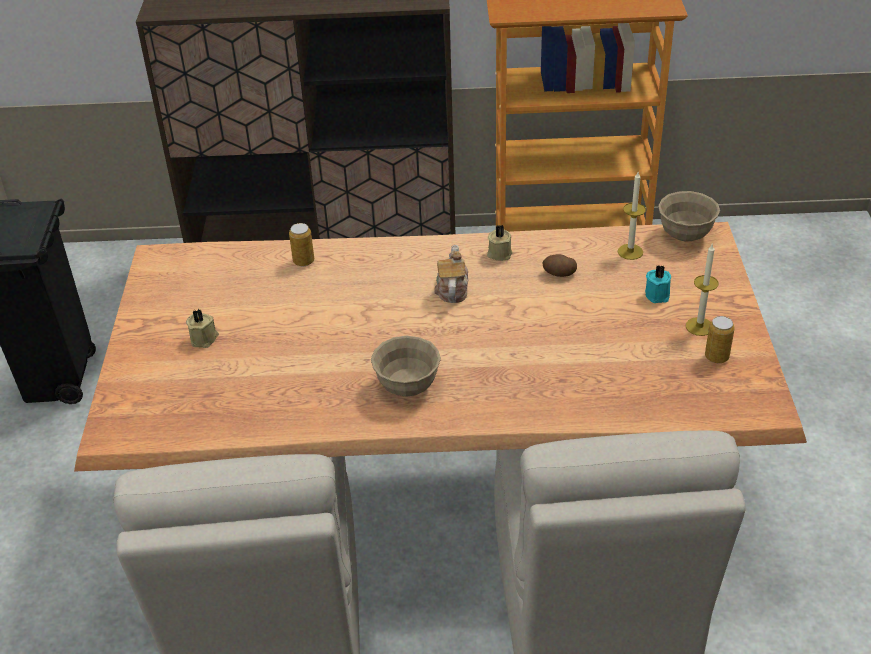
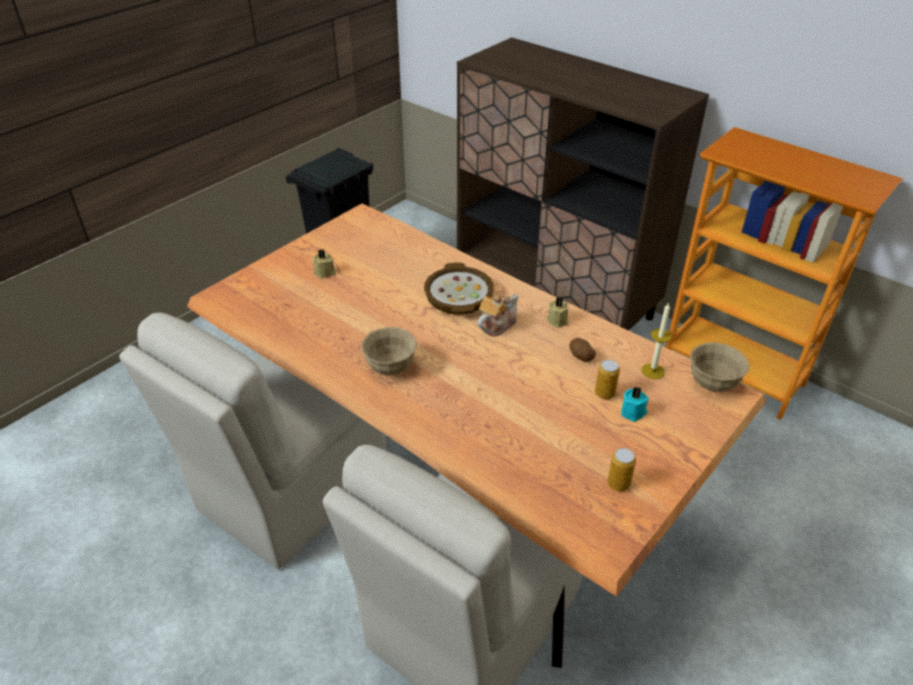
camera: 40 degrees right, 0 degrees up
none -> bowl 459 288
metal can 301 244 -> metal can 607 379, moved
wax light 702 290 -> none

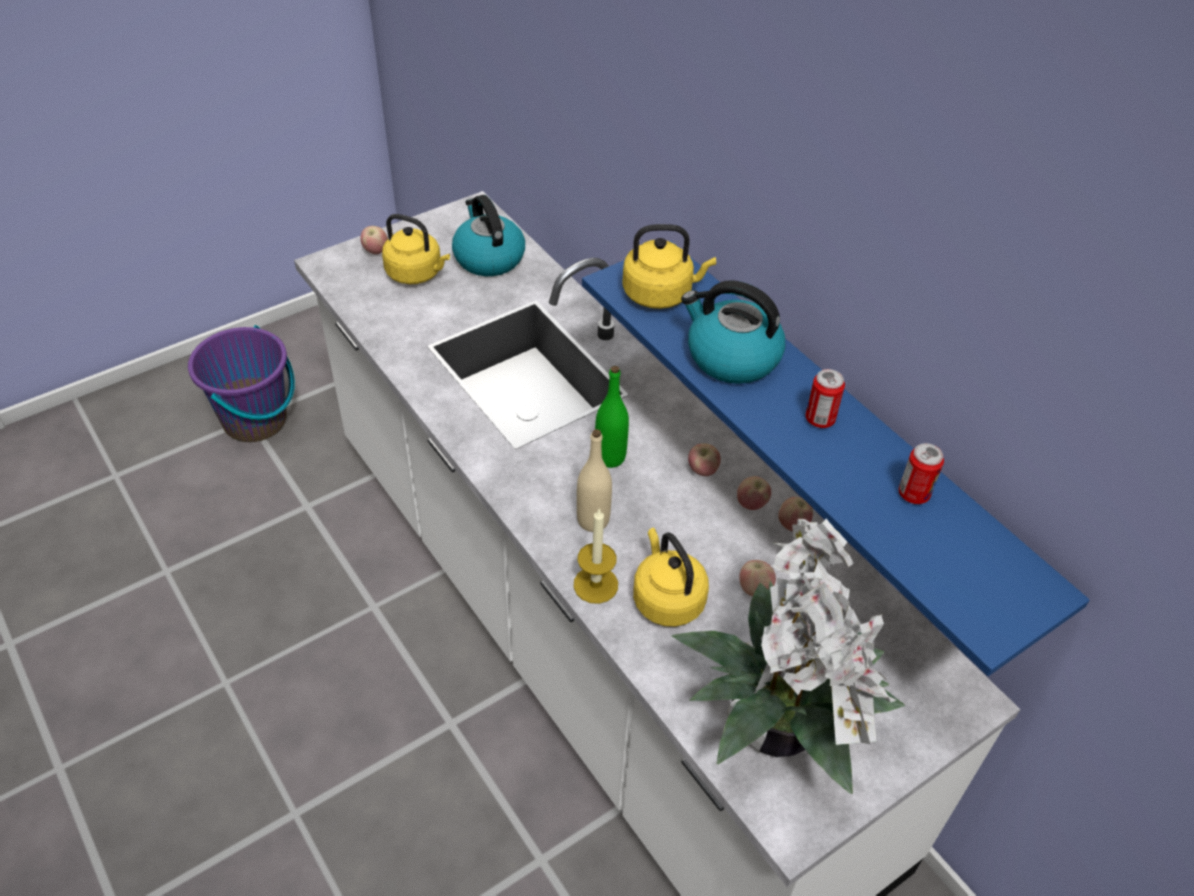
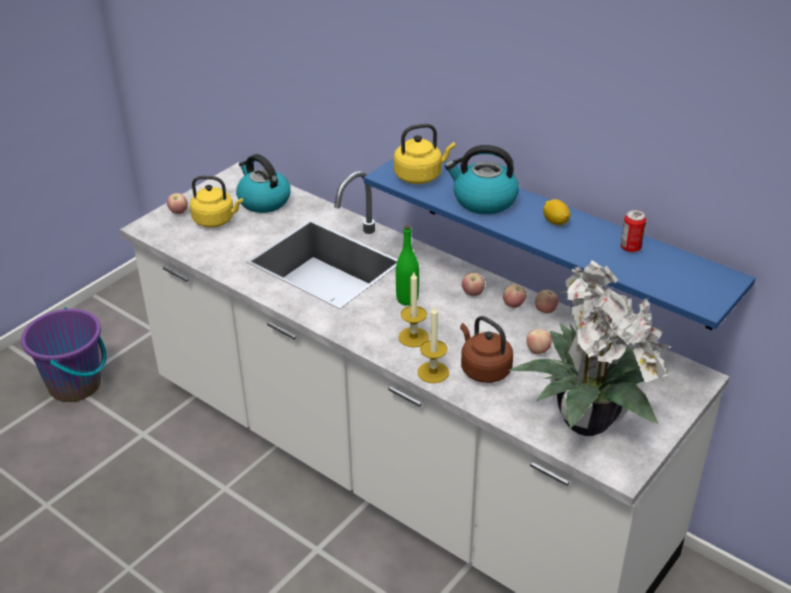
camera: 15 degrees left, 10 degrees down
beige bottle 594 480 -> wax light 413 309
yellowish kettle 671 577 -> brownish kettle 486 349
metal can 825 398 -> lemon 556 212

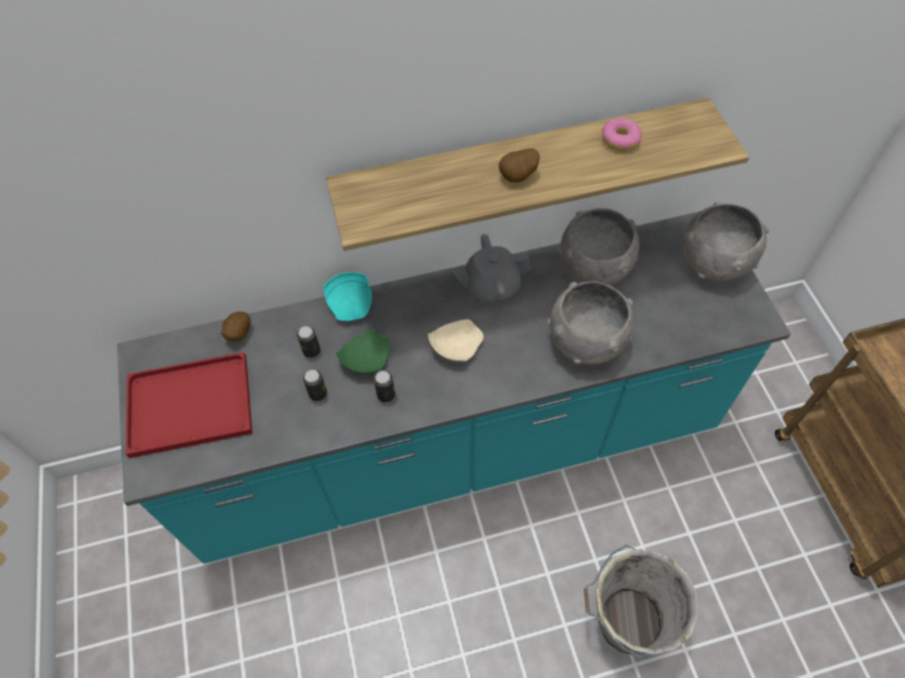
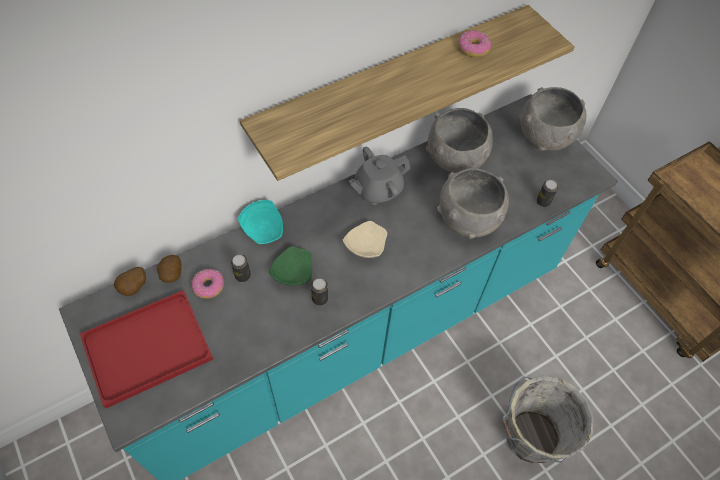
camera: 20 degrees left, 0 degrees up
potato 519 165 -> potato 130 281, moved
none -> donut 208 284
metal can 315 385 -> metal can 547 193, moved

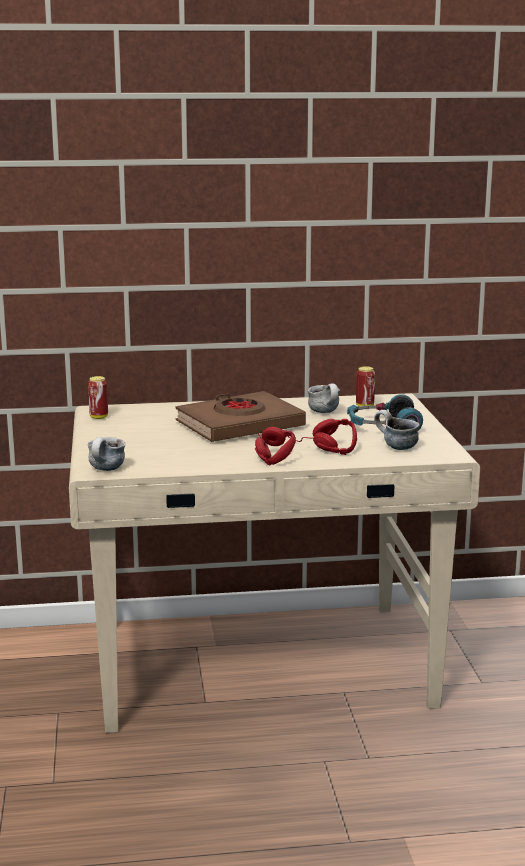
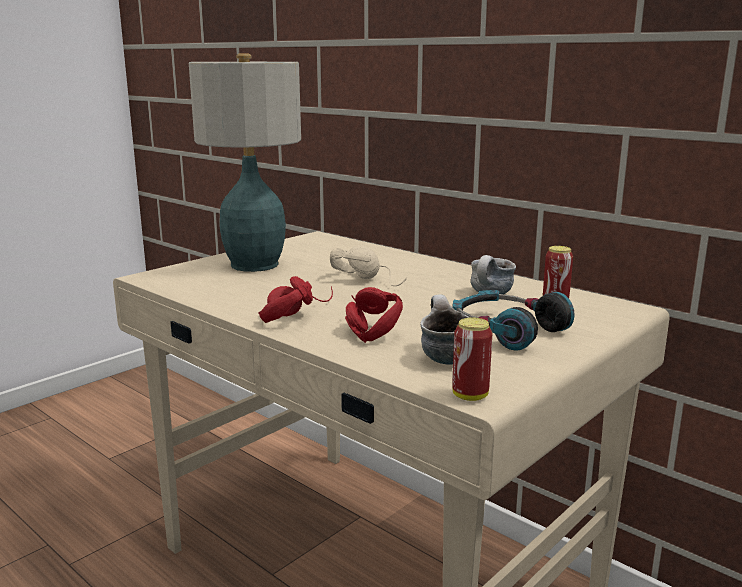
camera: 50 degrees right, 0 degrees up
none -> table lamp 245 163
brownish volume 240 416 -> beige pair of headphones 368 265
metal can 98 397 -> metal can 472 359, moved
mug 106 454 -> none

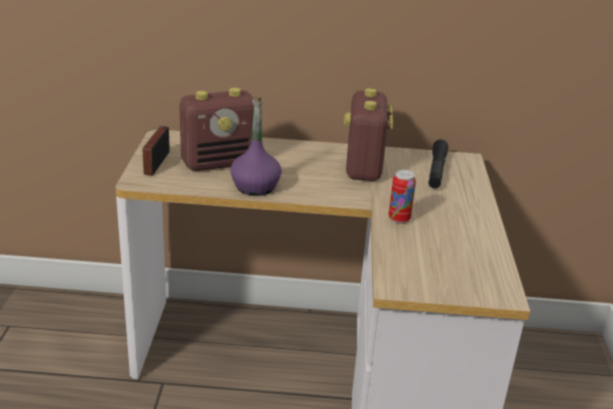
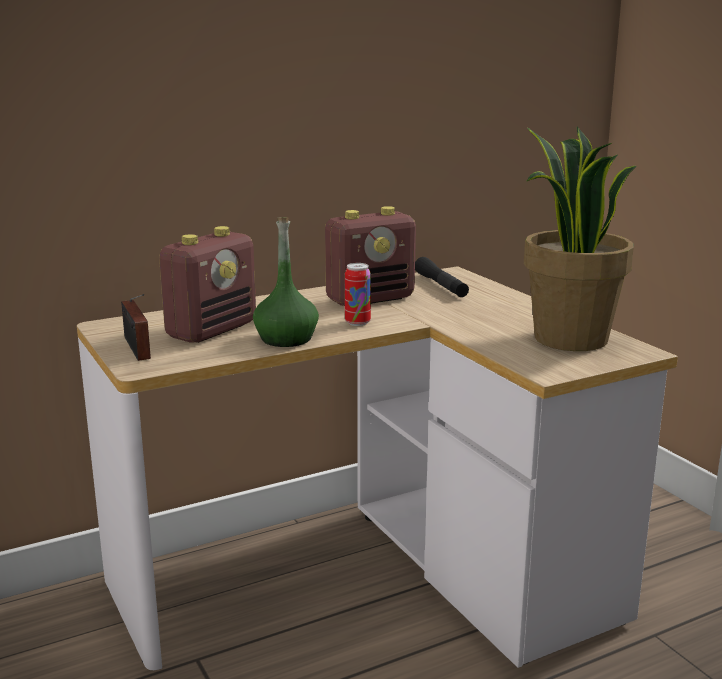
camera: 30 degrees left, 10 degrees down
purple-coloured bottle 256 146 -> green-coloured bottle 286 282
radio set 368 134 -> radio set 370 256, 90 degrees counterclockwise
metal can 402 197 -> metal can 358 294, moved
none -> potted plant 580 239

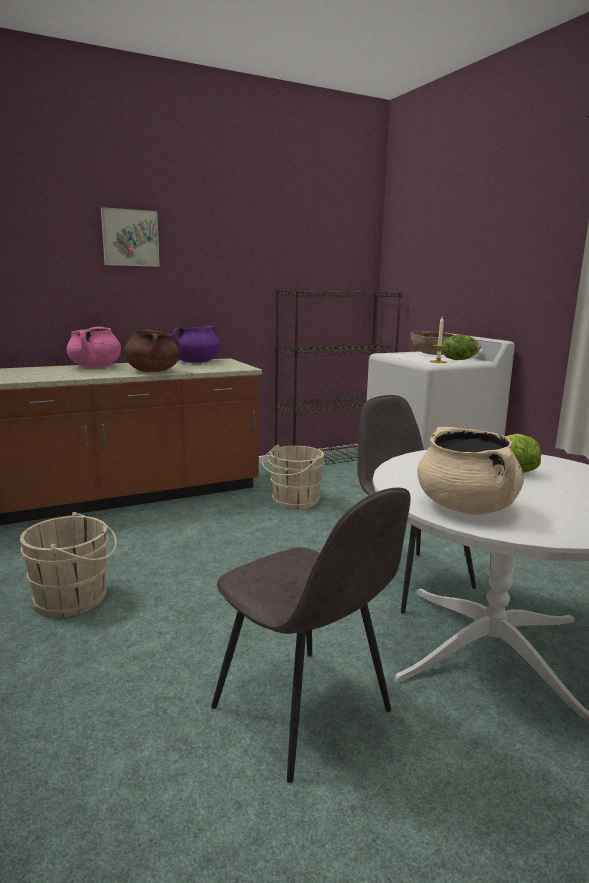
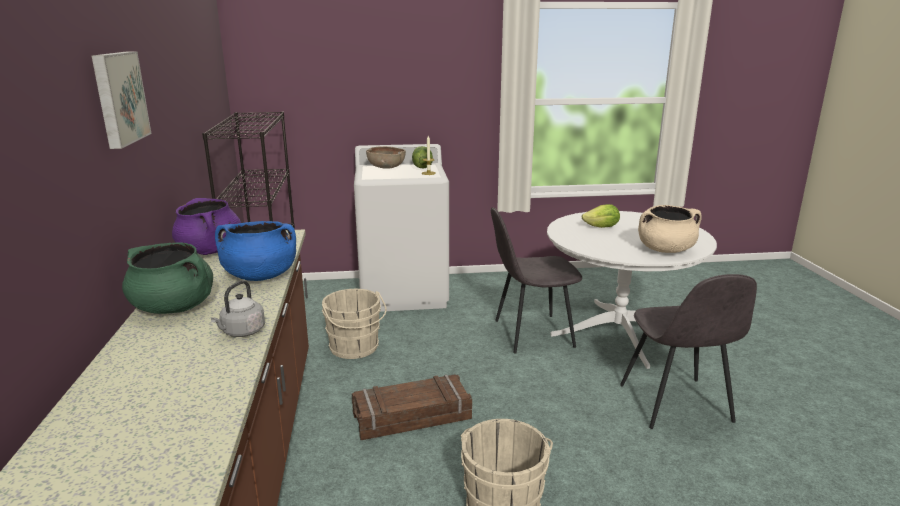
camera: 70 degrees left, 5 degrees up
pinkish stockpot 94 347 -> green-coloured stockpot 167 278
none -> gray kettle 238 308
brownish stockpot 152 350 -> blue stockpot 255 251
none -> crate 412 407
gray plain chair 311 635 -> gray plain chair 688 351, 105 degrees clockwise

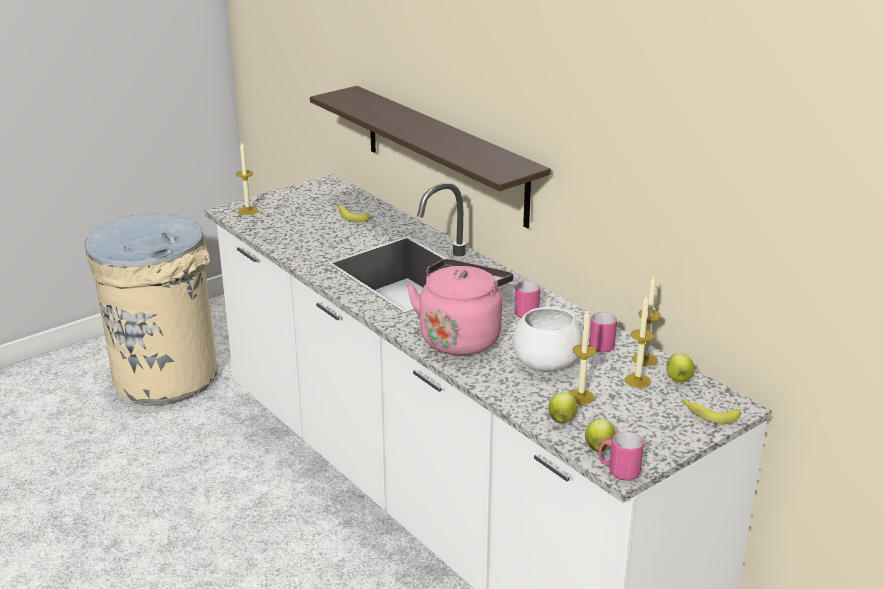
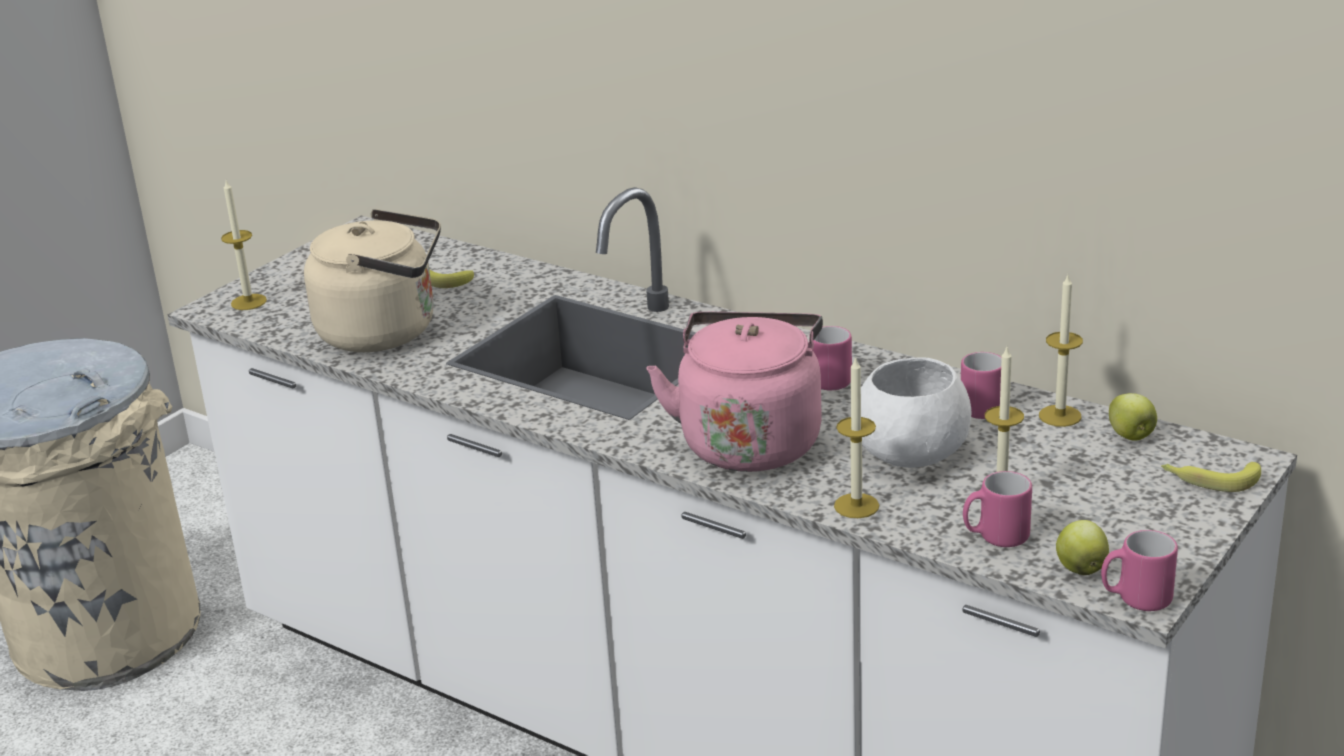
camera: 15 degrees left, 0 degrees up
none -> beige kettle 372 280
wax light 639 341 -> wax light 856 437, moved
apple 563 407 -> pinkish mug 997 509
wall shelf 430 157 -> none

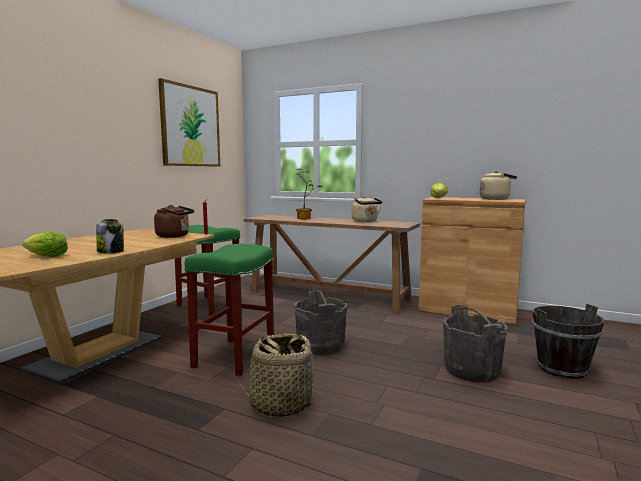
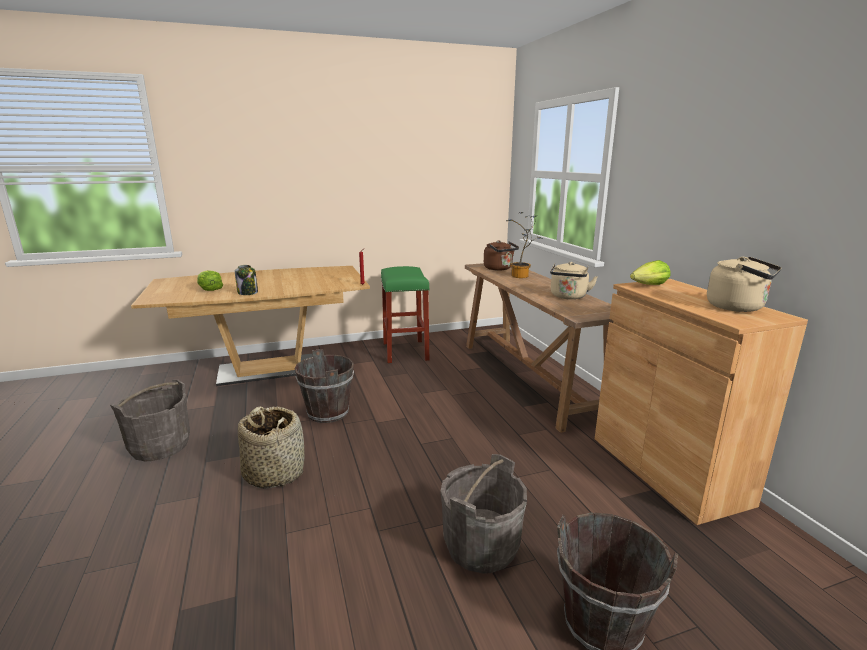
camera: 45 degrees right, 10 degrees up
gray pail 320 322 -> gray pail 150 420, moved
green-coloured sitting stool 229 310 -> brownish pail 324 386
brownish kettle 174 221 -> brownish kettle 501 255, moved
picture 189 122 -> none

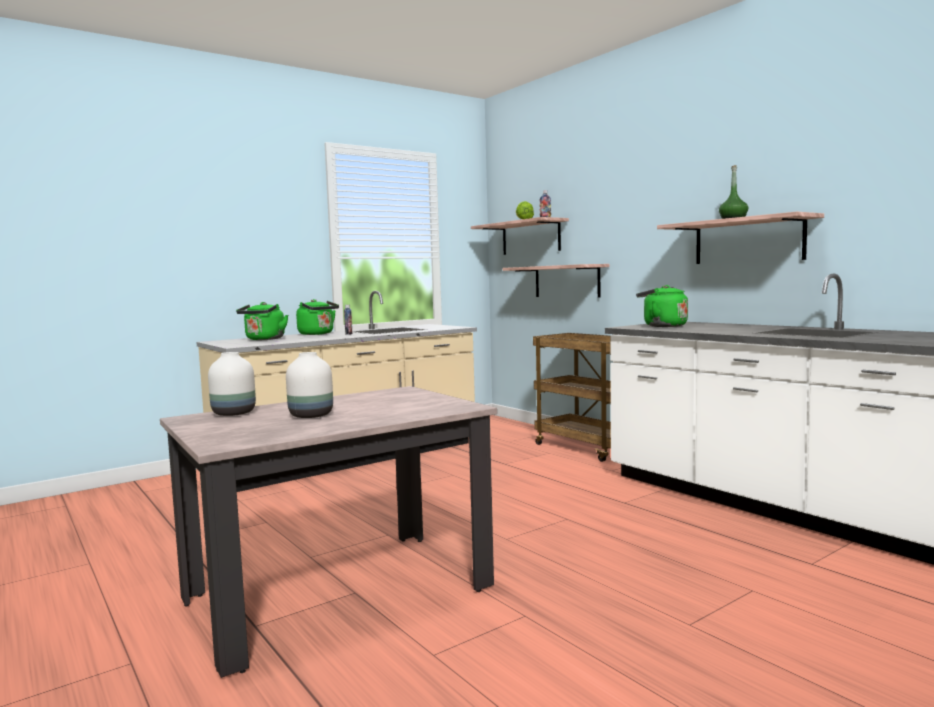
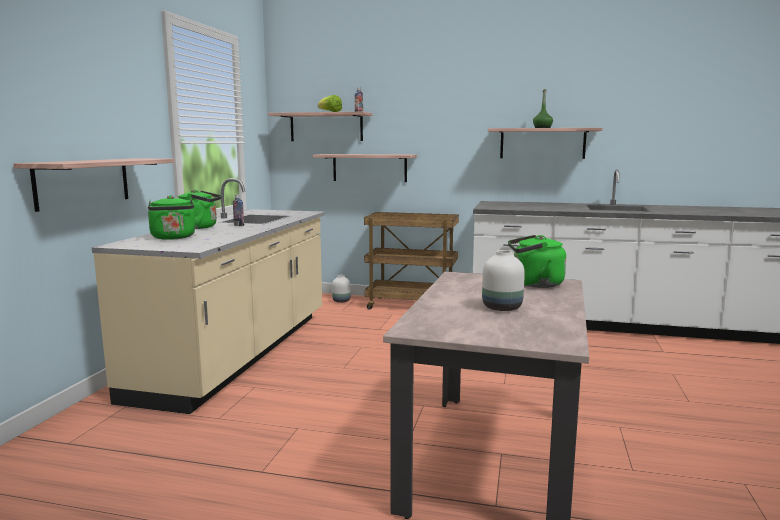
camera: 40 degrees left, 5 degrees up
none -> wall shelf 93 185
whitish decorative vase 232 384 -> whitish decorative vase 341 289, moved
green-coloured kettle 662 306 -> green-coloured kettle 537 261, moved

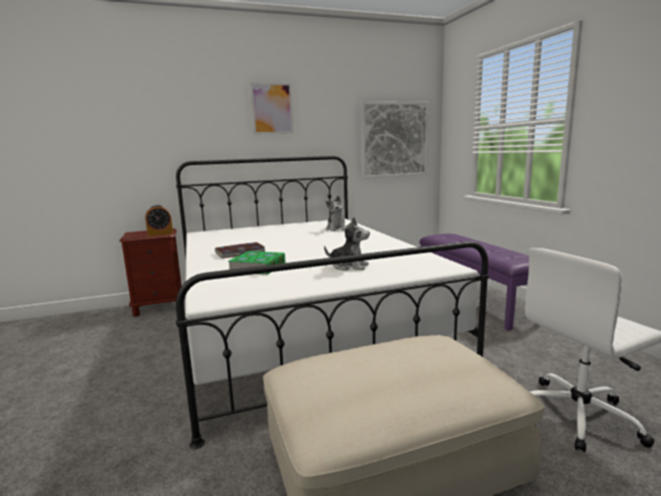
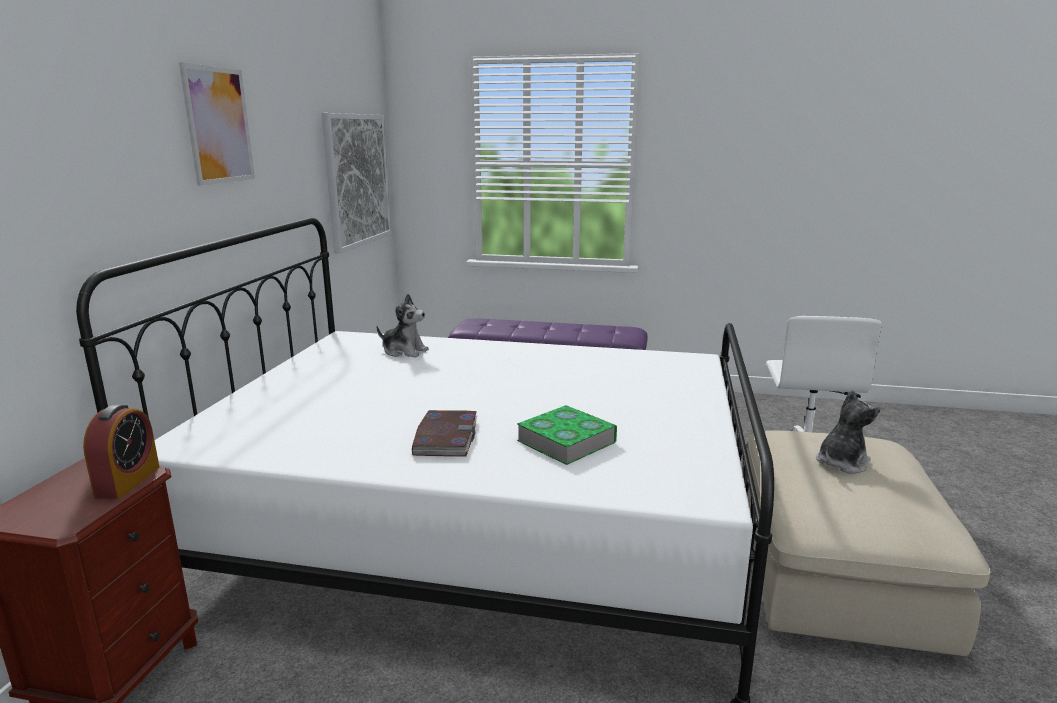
camera: 60 degrees left, 5 degrees up
cuddly toy 347 244 -> cuddly toy 848 432, moved

